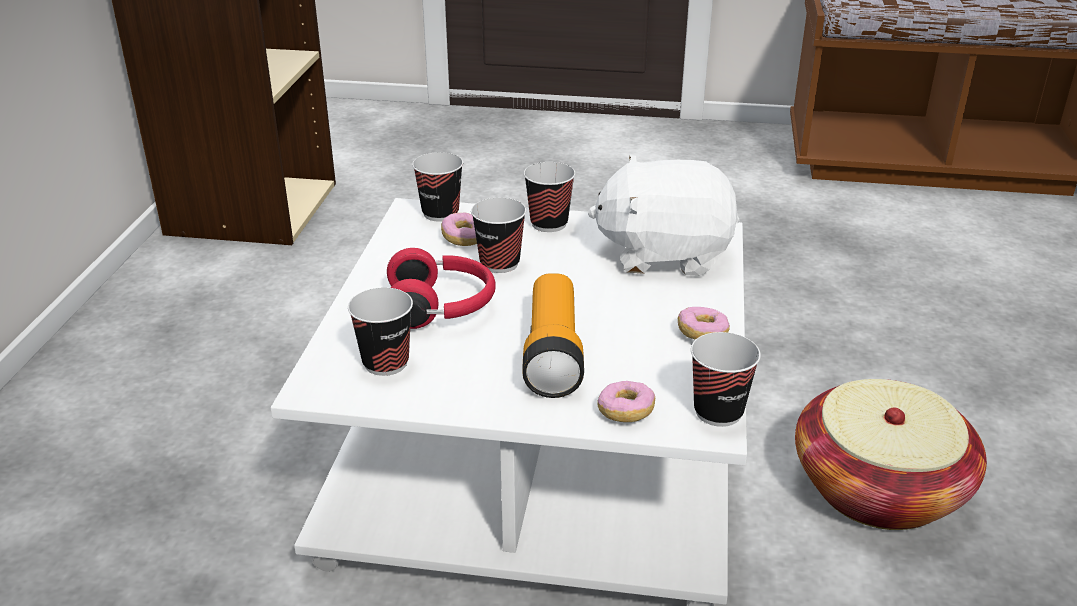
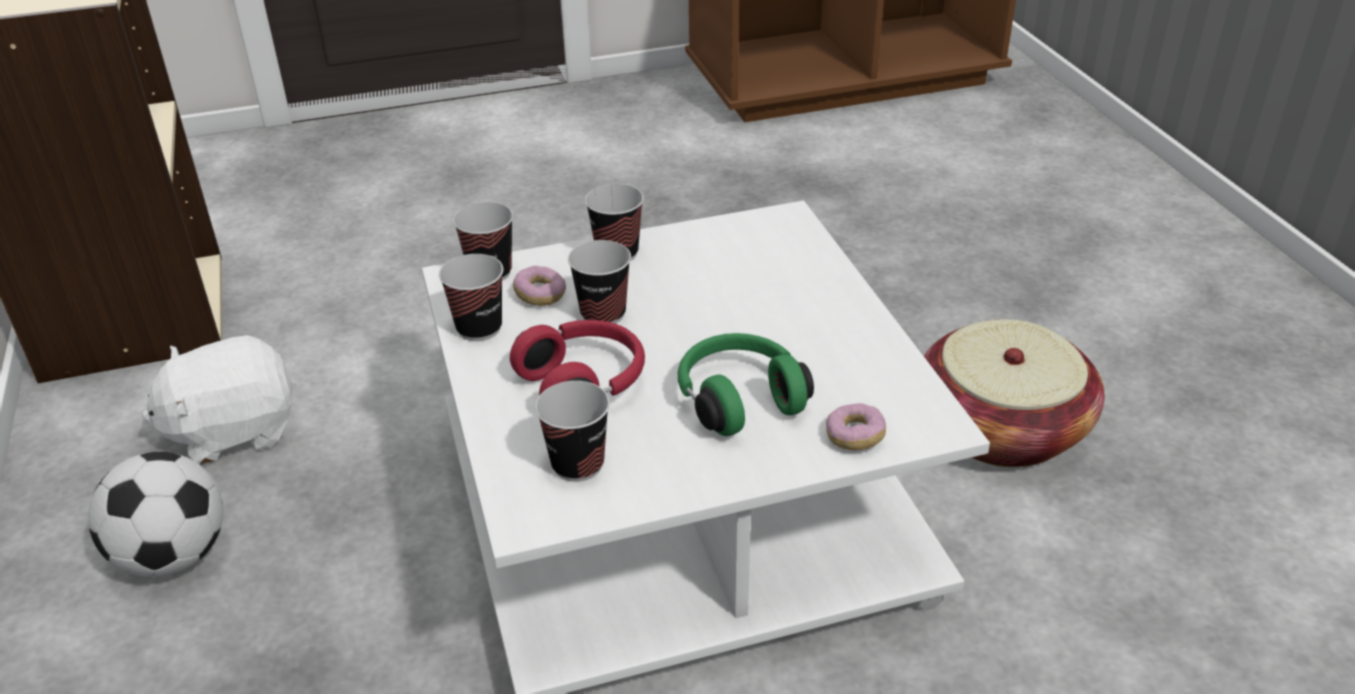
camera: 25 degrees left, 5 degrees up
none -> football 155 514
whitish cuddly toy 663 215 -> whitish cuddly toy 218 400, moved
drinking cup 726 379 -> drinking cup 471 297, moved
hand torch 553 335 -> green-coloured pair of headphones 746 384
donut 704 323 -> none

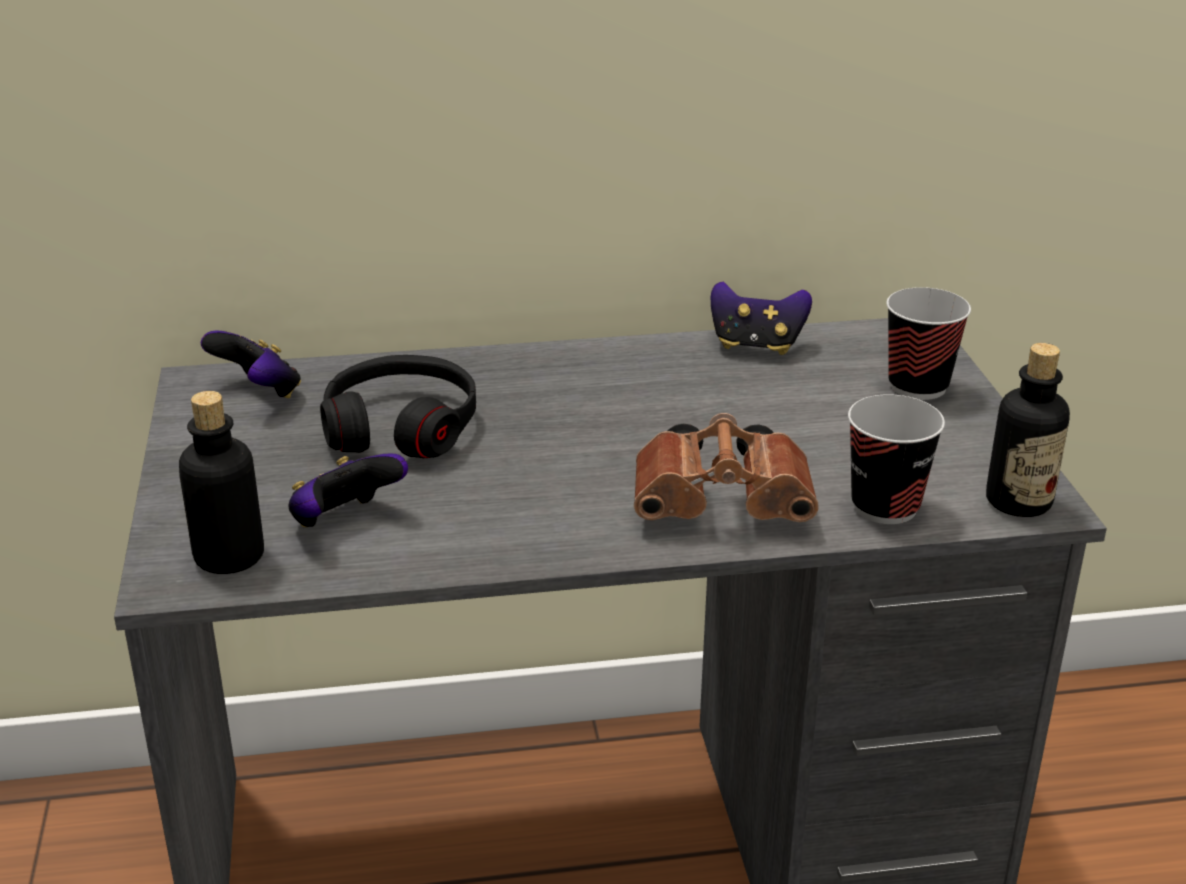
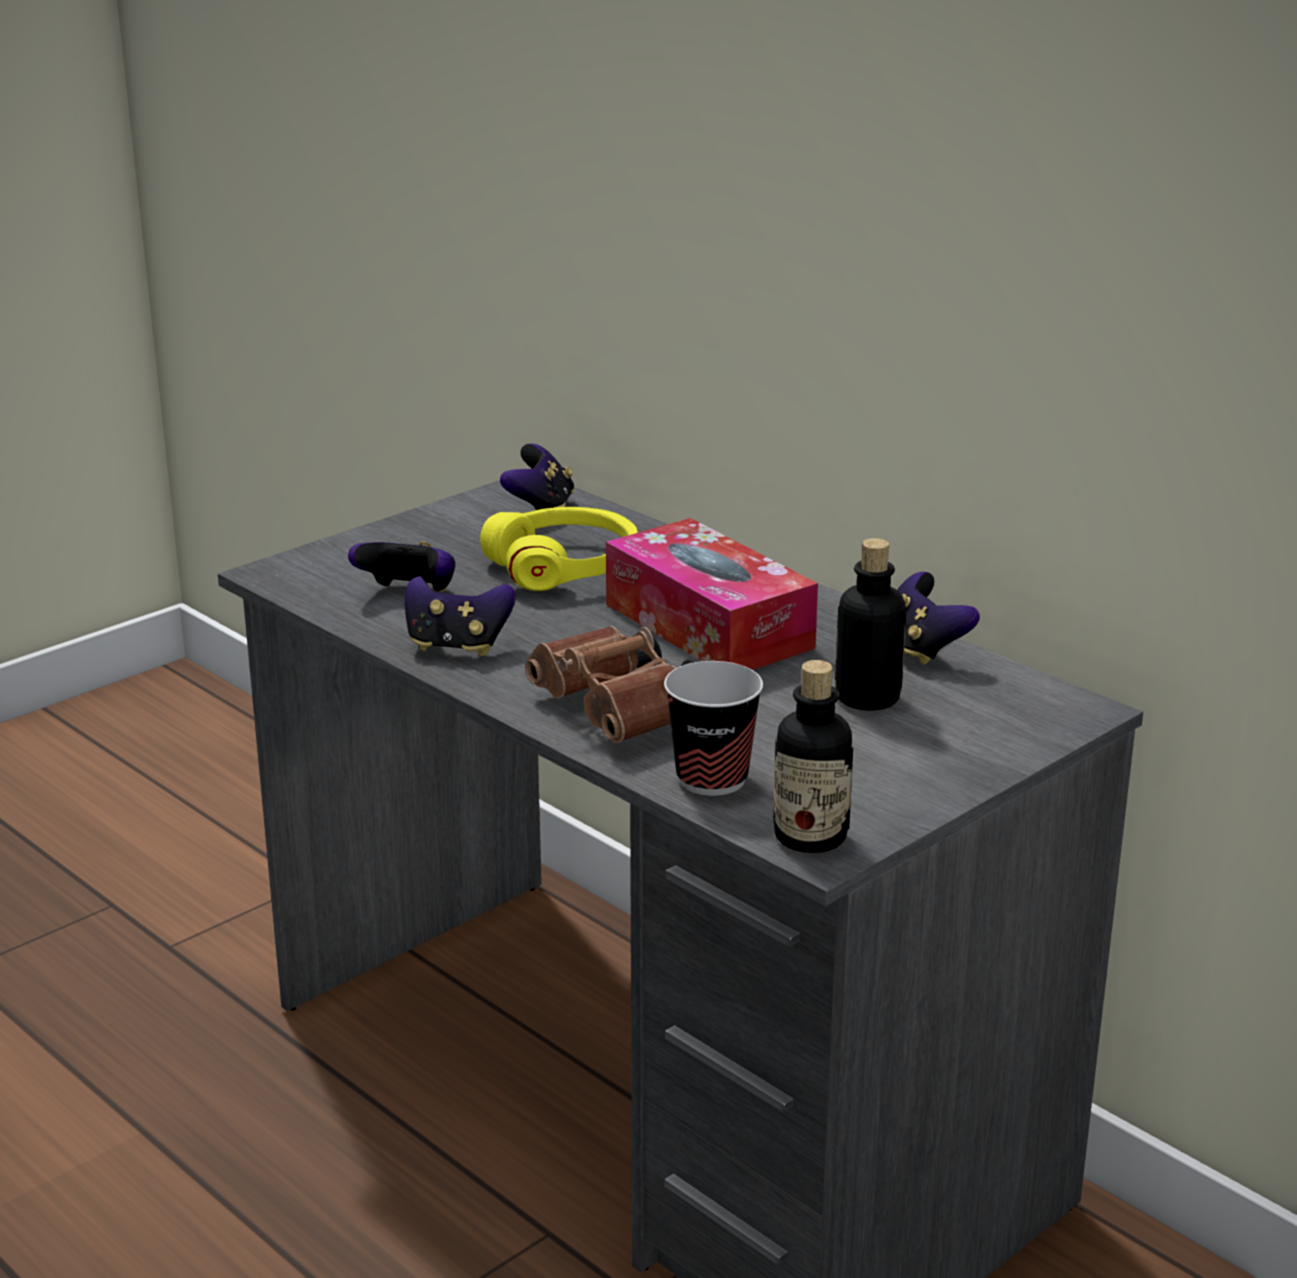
camera: 55 degrees right, 5 degrees down
none -> gamepad 460 616
black pair of headphones 398 406 -> yellowish pair of headphones 559 549
none -> tissue holder 712 594
bottle 221 482 -> bottle 870 624, moved
drinking cup 928 343 -> none

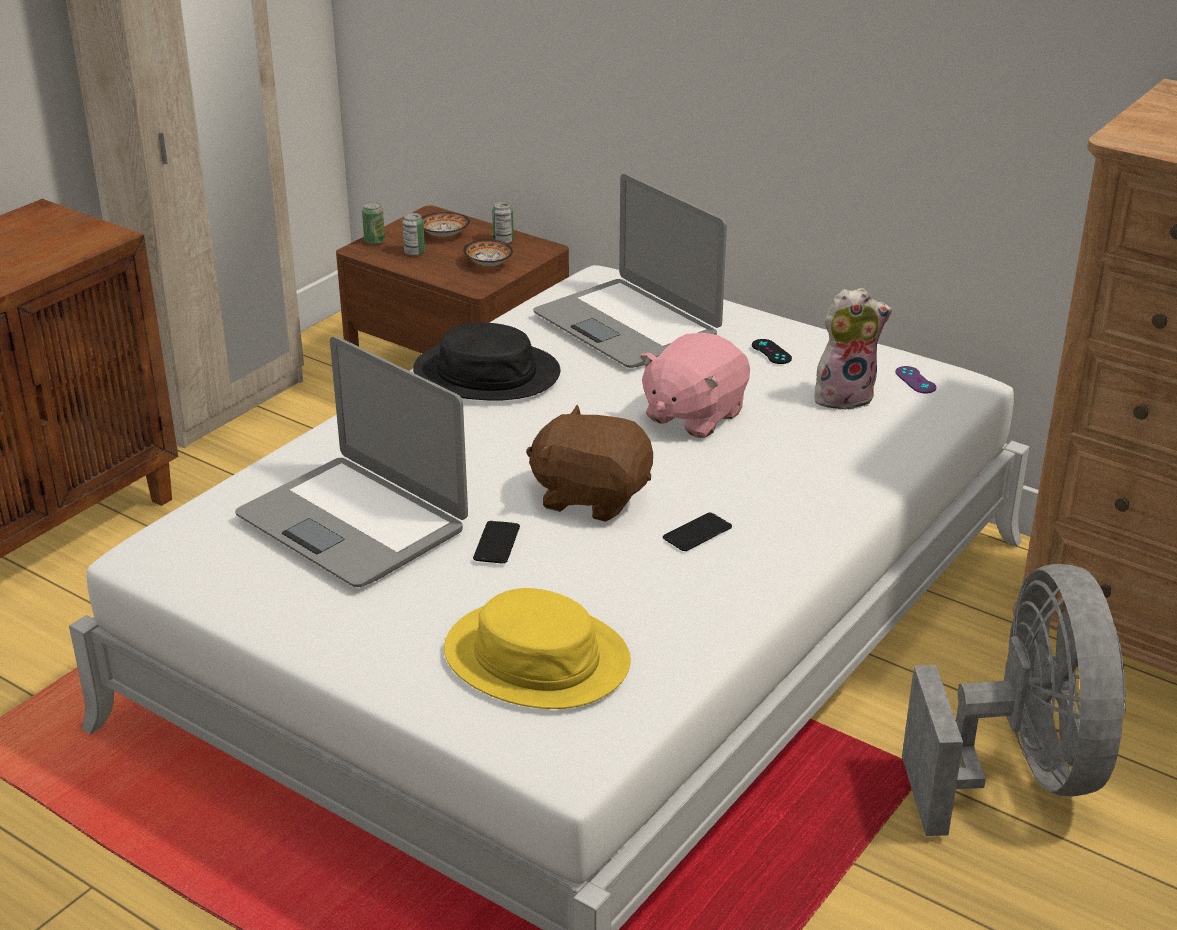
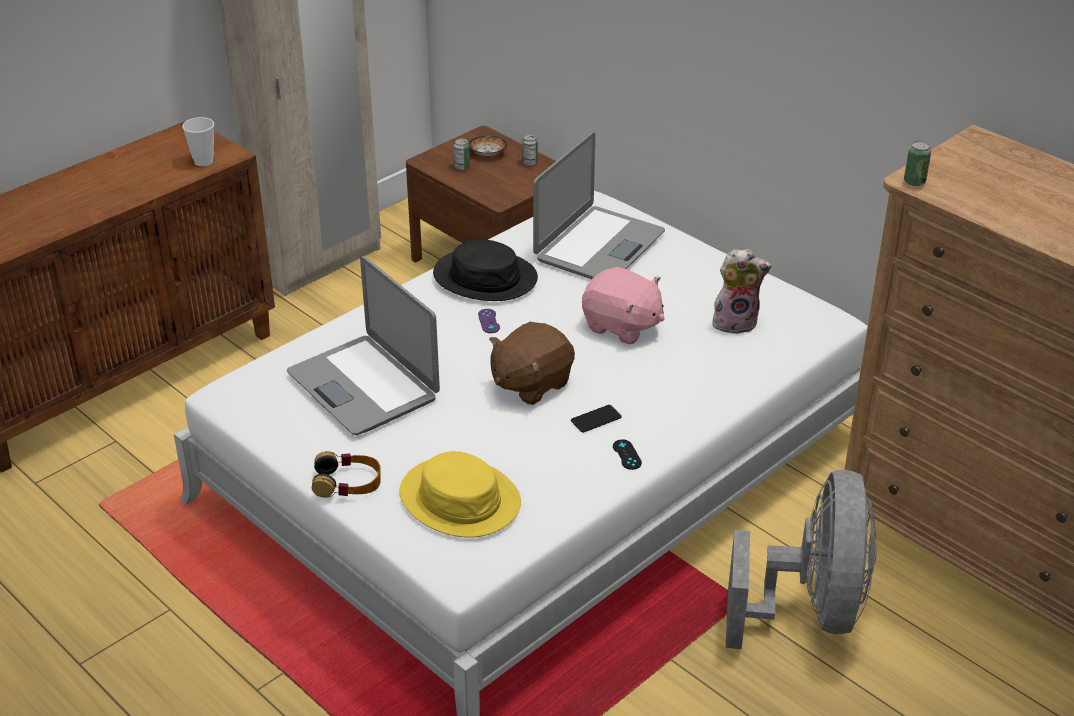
camera: 10 degrees right, 5 degrees up
none -> drinking cup 198 141
none -> pair of headphones 346 474
purple-coloured gamepad 915 379 -> purple-coloured gamepad 489 321, moved
brownish cuddly toy 589 463 -> brownish cuddly toy 532 363, 75 degrees counterclockwise
notebook computer 630 270 -> notebook computer 599 205, 120 degrees counterclockwise
pinkish cuddly toy 695 385 -> pinkish cuddly toy 623 306, 105 degrees counterclockwise
black gamepad 772 351 -> black gamepad 627 454, moved
metal can 373 223 -> metal can 917 163, moved
bowl 488 252 -> none
telephone 496 542 -> none

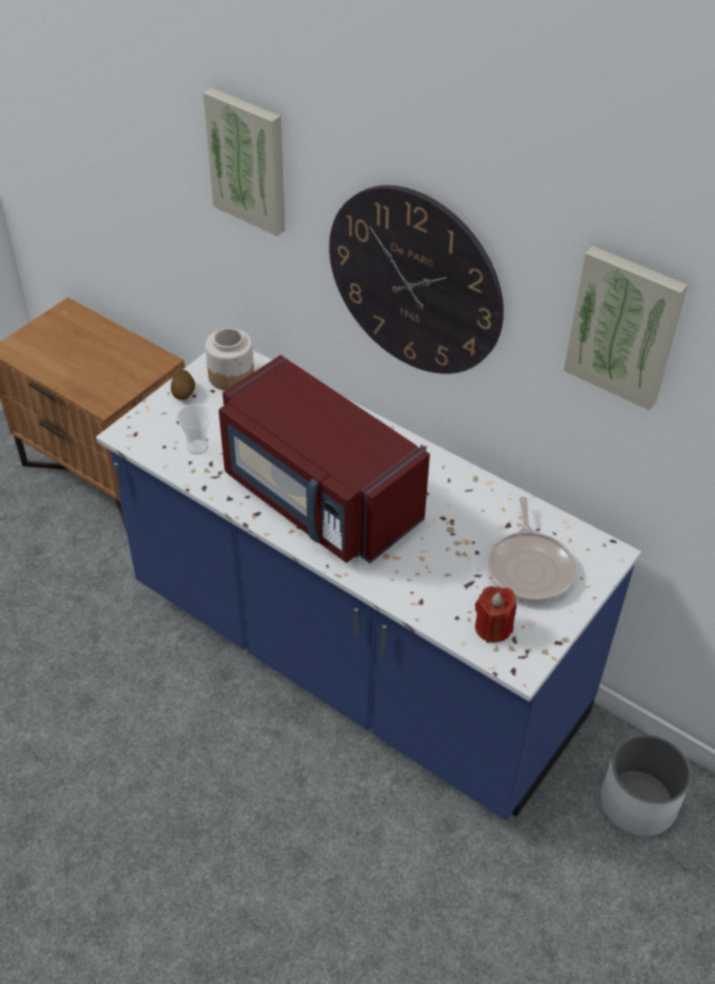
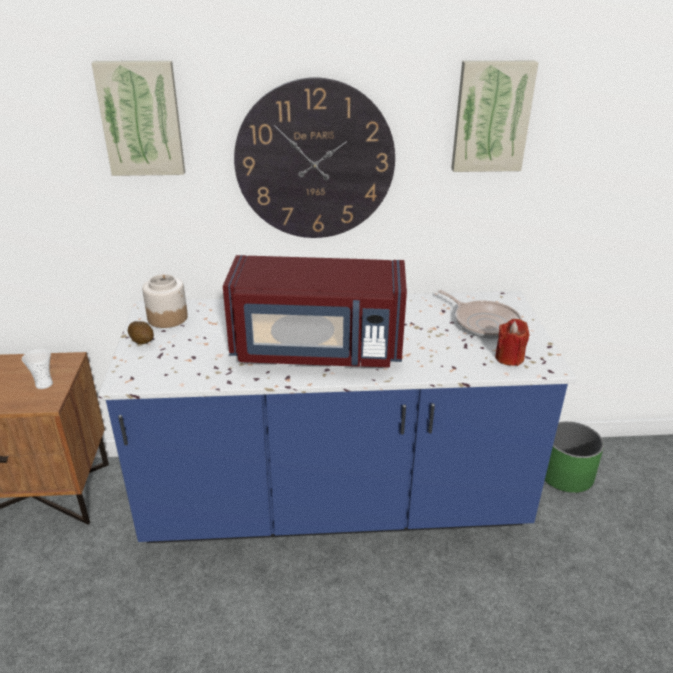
camera: 40 degrees left, 15 degrees down
drinking cup 194 429 -> drinking cup 37 369, moved
whitish flower pot 645 785 -> green-coloured flower pot 574 457

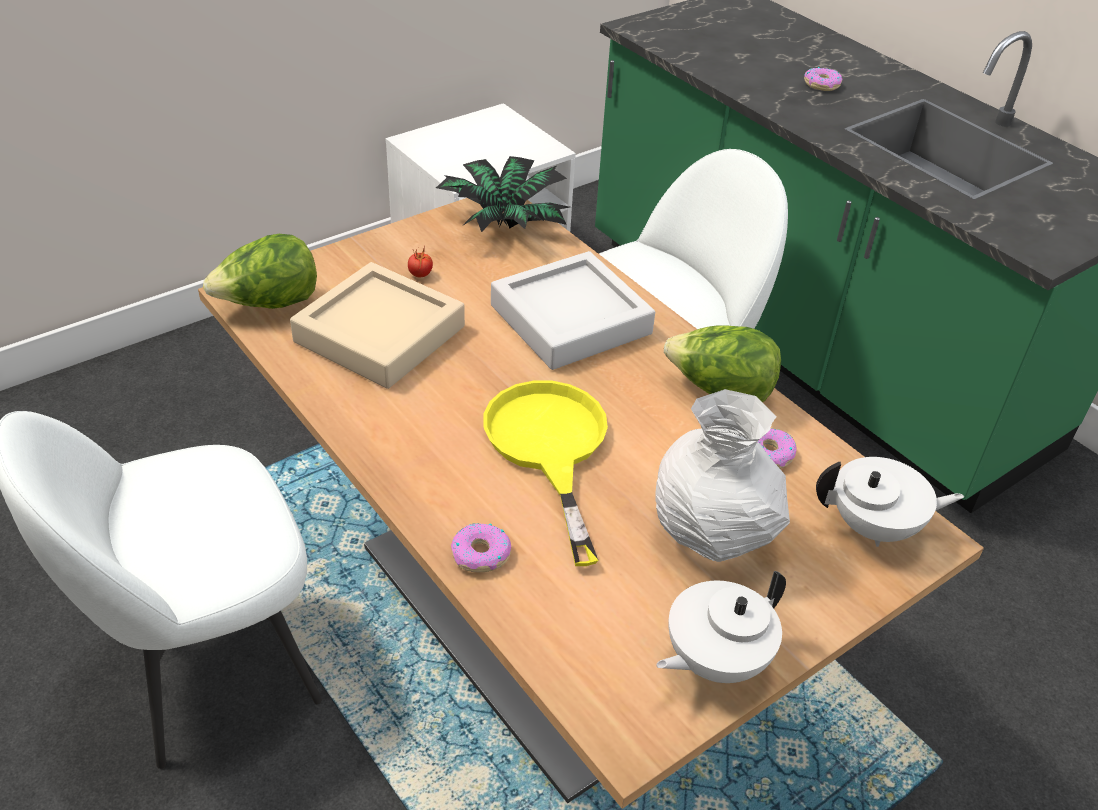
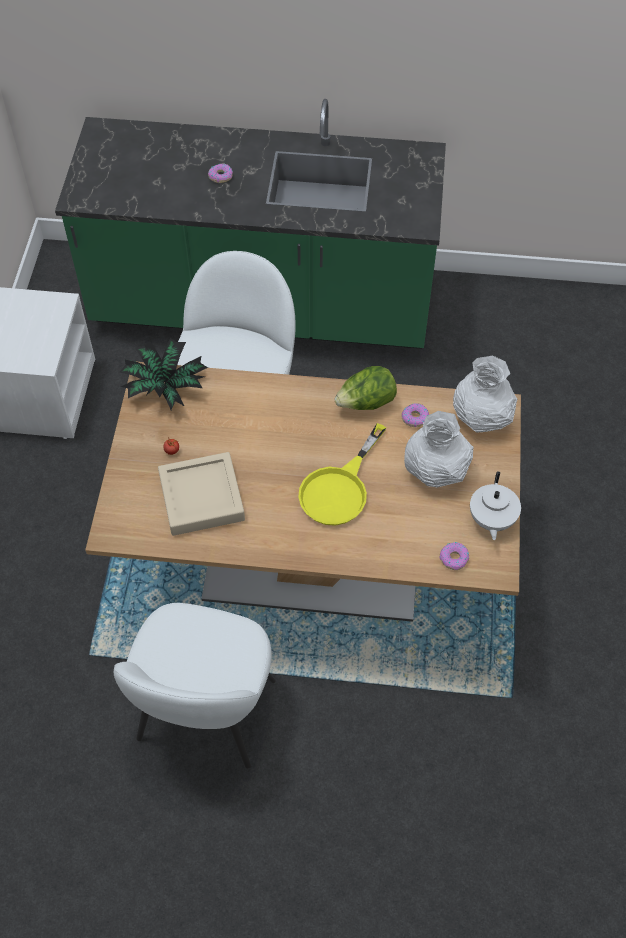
camera: 45 degrees left, 15 degrees up
yellowish frying pan 545 473 -> yellowish frying pan 342 474, 90 degrees counterclockwise
donut 481 547 -> donut 454 556, moved
whitish teapot 890 502 -> whitish decorative vase 485 394
head of lettuce 260 271 -> none
gray carrying tray 573 310 -> none

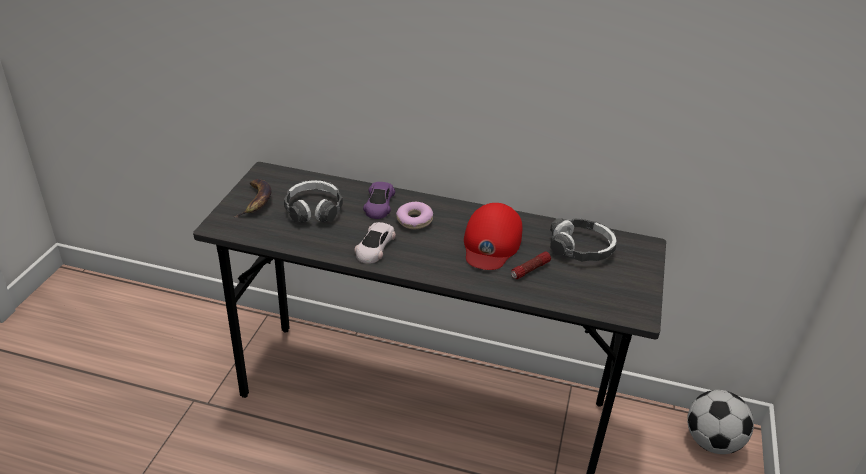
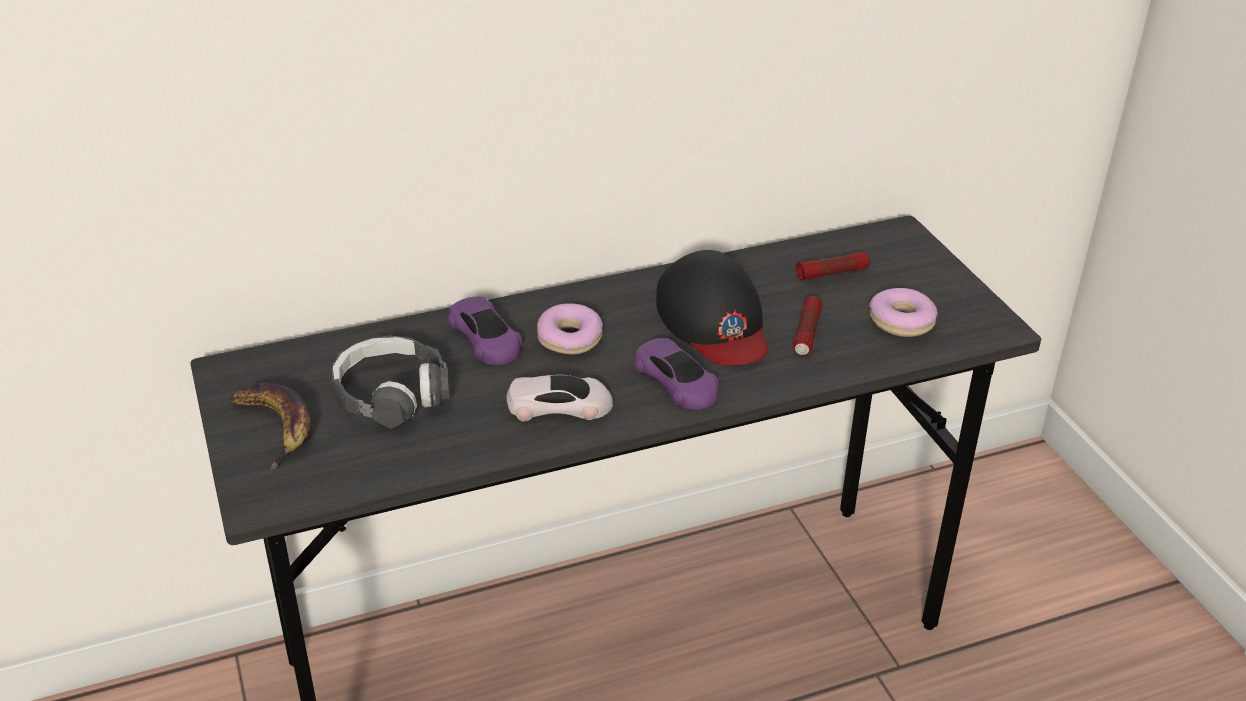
camera: 35 degrees left, 0 degrees up
whitish toy car 375 243 -> whitish toy car 559 398, 75 degrees counterclockwise
none -> purple-coloured toy car 676 374
reddish peaked cap 493 236 -> black peaked cap 712 307
pair of headphones 583 240 -> hand torch 833 265
none -> donut 903 312
football 720 422 -> none

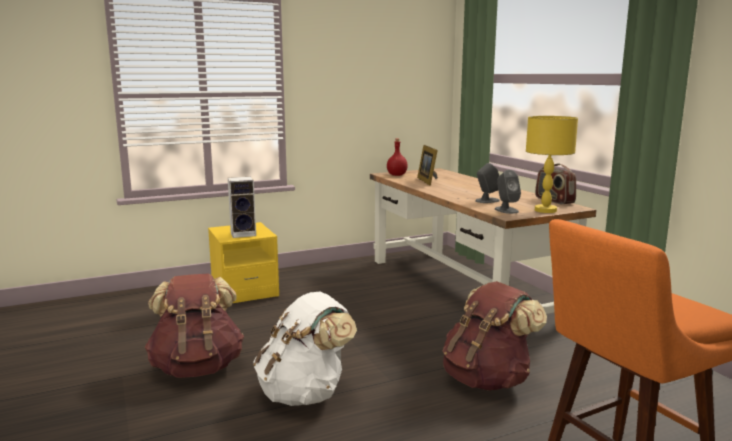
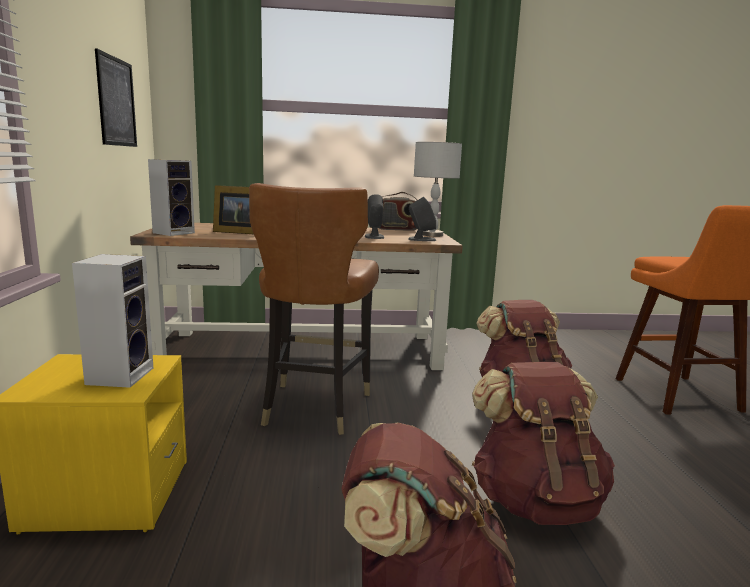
camera: 70 degrees left, 0 degrees up
none -> picture 116 97
reddish bottle 397 157 -> audio speaker 171 197
none -> brownish plain chair 314 309
yellowish table lamp 552 164 -> gray table lamp 438 189
whitish rucksack 305 348 -> brownish rucksack 543 443

